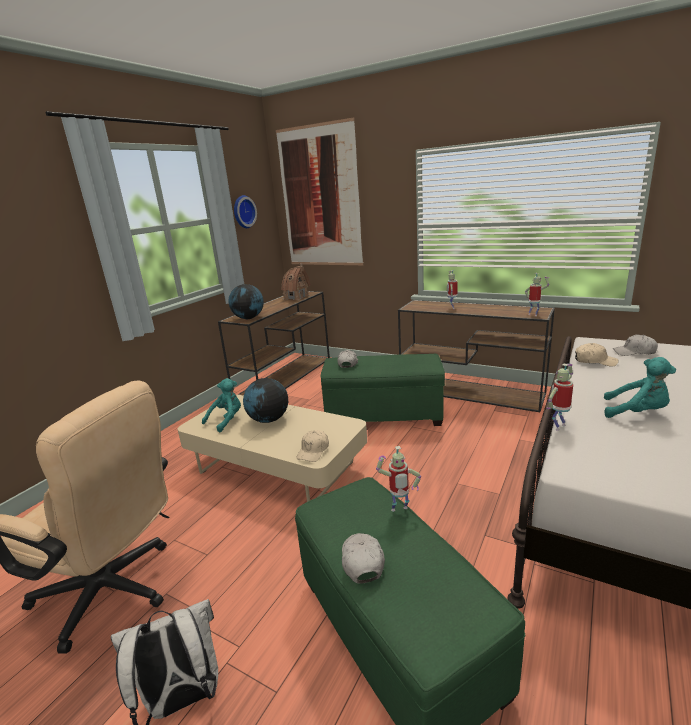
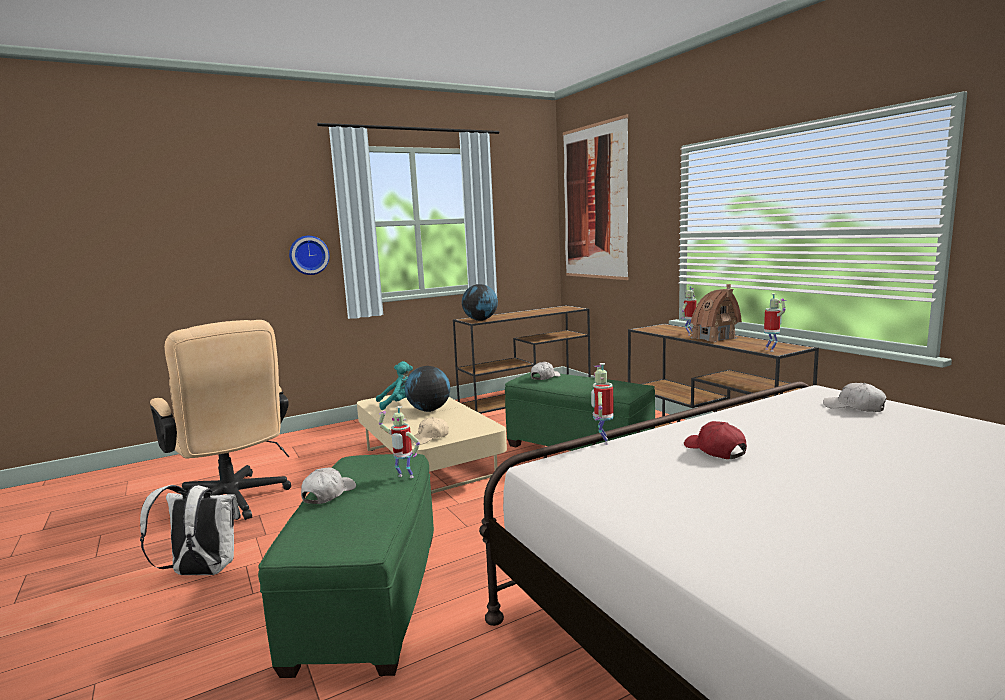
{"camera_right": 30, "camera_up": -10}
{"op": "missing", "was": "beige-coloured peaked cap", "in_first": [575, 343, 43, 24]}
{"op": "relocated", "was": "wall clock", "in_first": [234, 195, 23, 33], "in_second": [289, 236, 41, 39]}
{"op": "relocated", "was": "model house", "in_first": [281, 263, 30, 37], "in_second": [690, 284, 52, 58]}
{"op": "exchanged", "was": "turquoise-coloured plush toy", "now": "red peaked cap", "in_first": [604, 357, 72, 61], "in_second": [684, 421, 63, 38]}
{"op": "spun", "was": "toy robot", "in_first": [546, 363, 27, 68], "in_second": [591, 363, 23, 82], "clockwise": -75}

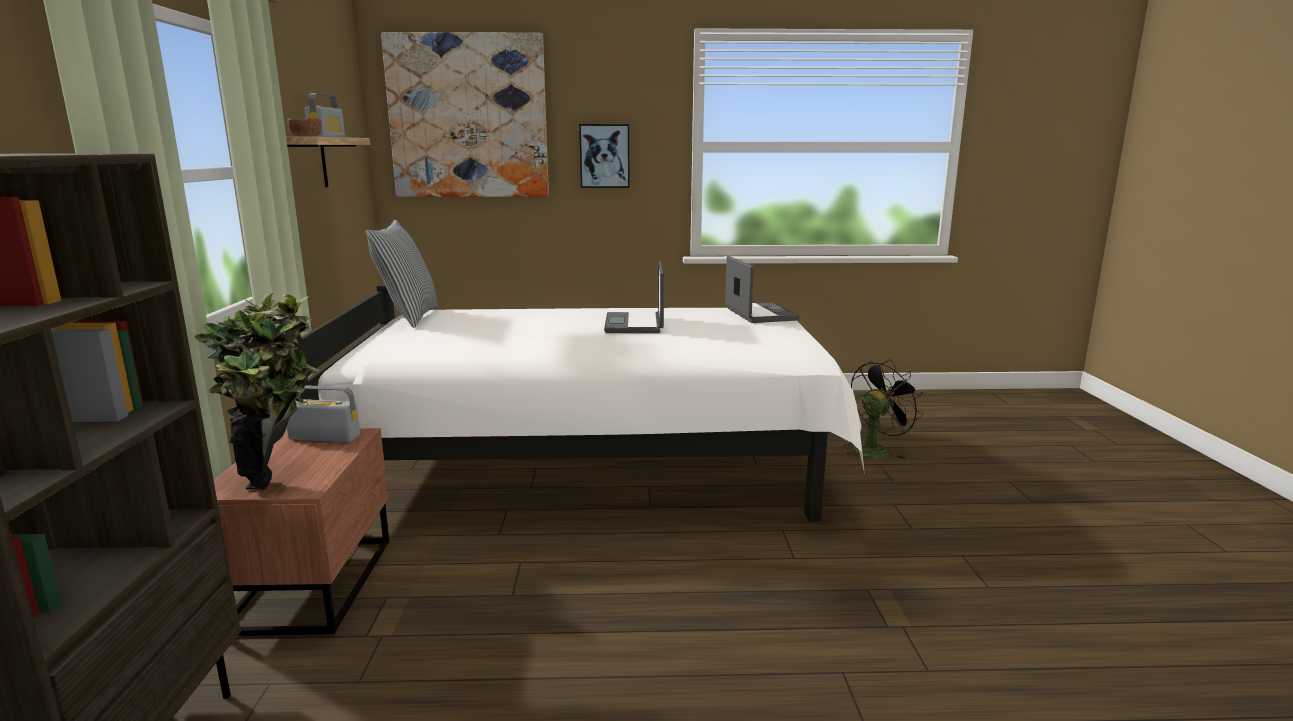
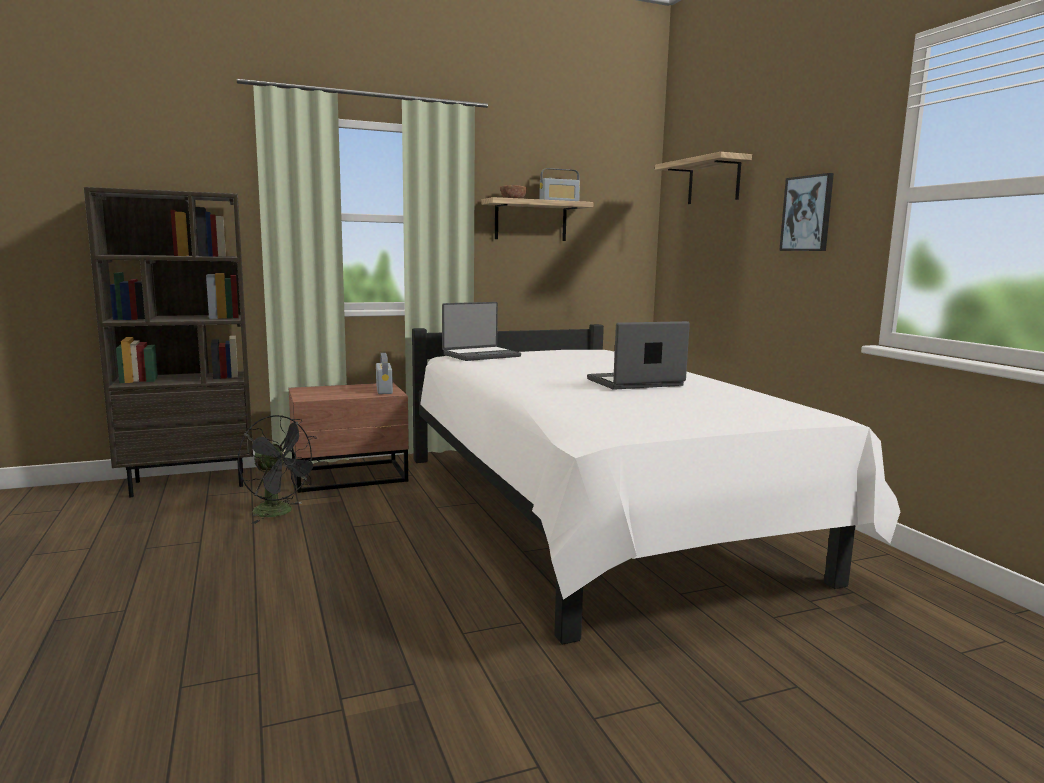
{"camera_right": 70, "camera_up": -5}
{"op": "missing", "was": "houseplant", "in_first": [194, 293, 126, 197]}
{"op": "missing", "was": "cushion", "in_first": [366, 220, 72, 108]}
{"op": "relocated", "was": "notebook computer", "in_first": [725, 256, 75, 67], "in_second": [442, 302, 79, 59]}
{"op": "relocated", "was": "black fan", "in_first": [842, 359, 81, 100], "in_second": [238, 415, 82, 109]}
{"op": "exchanged", "was": "picture", "now": "wall shelf", "in_first": [381, 32, 168, 165], "in_second": [655, 152, 97, 52]}

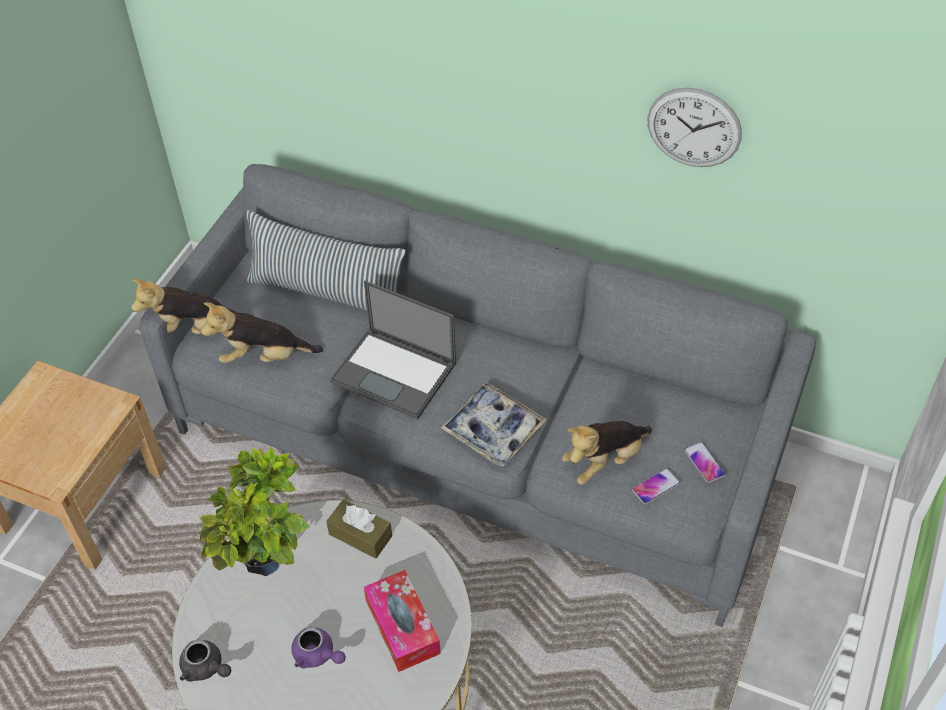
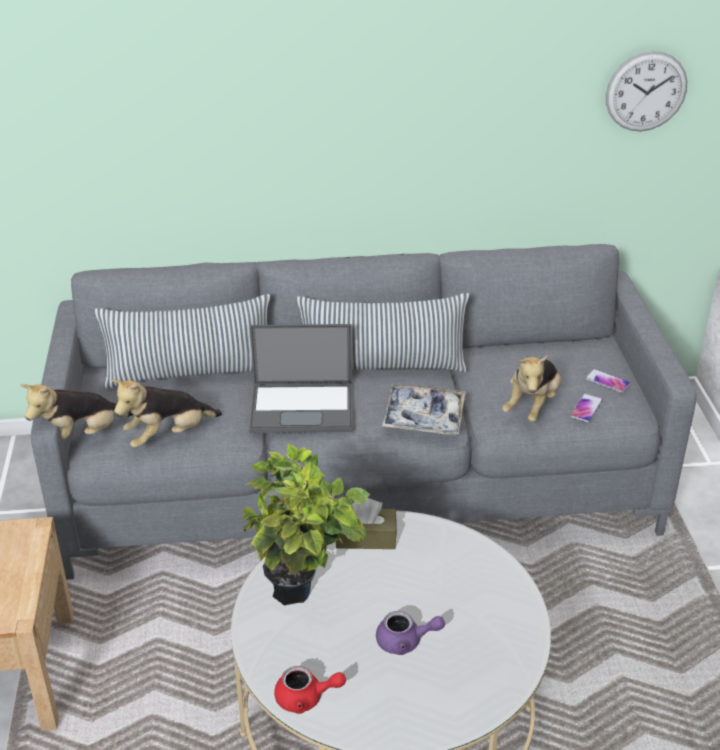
{"camera_right": -30, "camera_up": -15}
{"op": "missing", "was": "box of tissues", "in_first": [364, 570, 77, 102]}
{"op": "appeared", "now": "cushion", "in_second": [297, 293, 172, 79]}
{"op": "relocated", "was": "wall clock", "in_first": [647, 87, 95, 80], "in_second": [606, 51, 81, 80]}
{"op": "colour", "was": "greyish teapot", "now": "red teapot", "in_first": [179, 640, 52, 42], "in_second": [274, 666, 72, 48]}

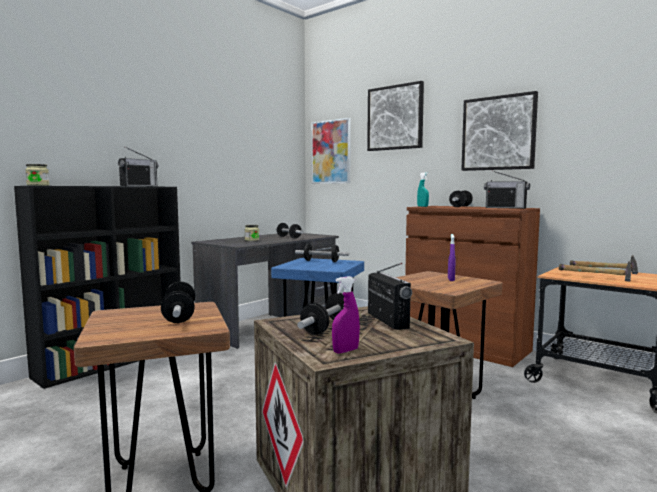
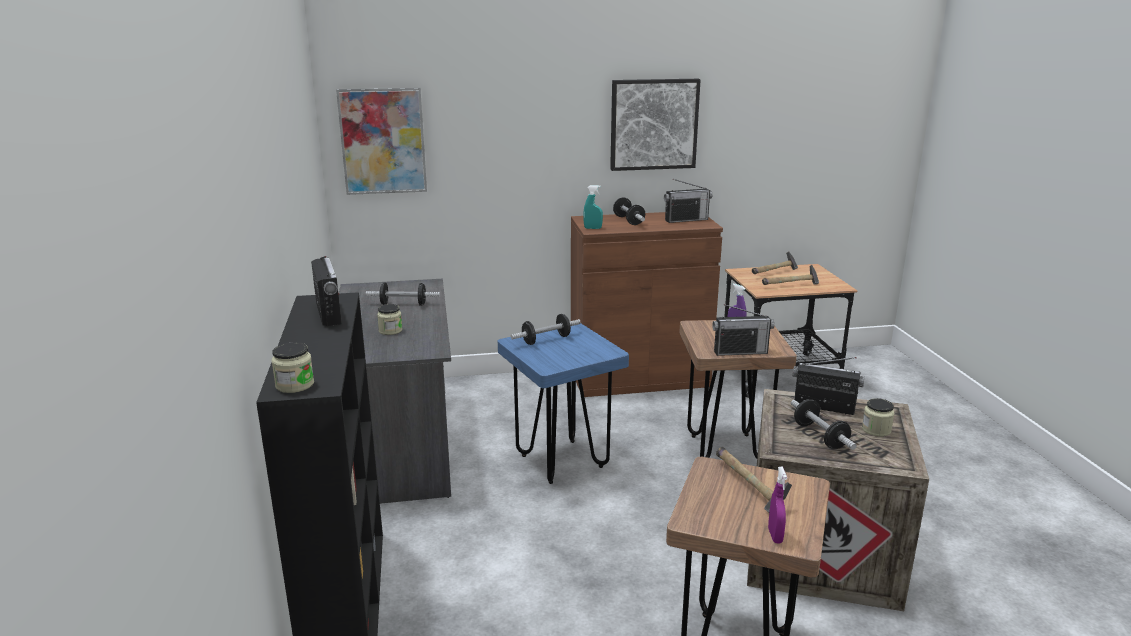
{"camera_right": -50, "camera_up": 15}
{"op": "missing", "was": "picture", "in_first": [367, 81, 57, 70]}
{"op": "appeared", "now": "radio", "in_second": [712, 304, 62, 52]}
{"op": "appeared", "now": "preserve jar", "in_second": [862, 398, 32, 39]}
{"op": "relocated", "was": "purple-coloured spray bottle", "in_first": [332, 276, 28, 78], "in_second": [768, 467, 19, 77]}
{"op": "exchanged", "was": "free weight", "now": "hammer", "in_first": [161, 281, 34, 42], "in_second": [716, 447, 76, 66]}

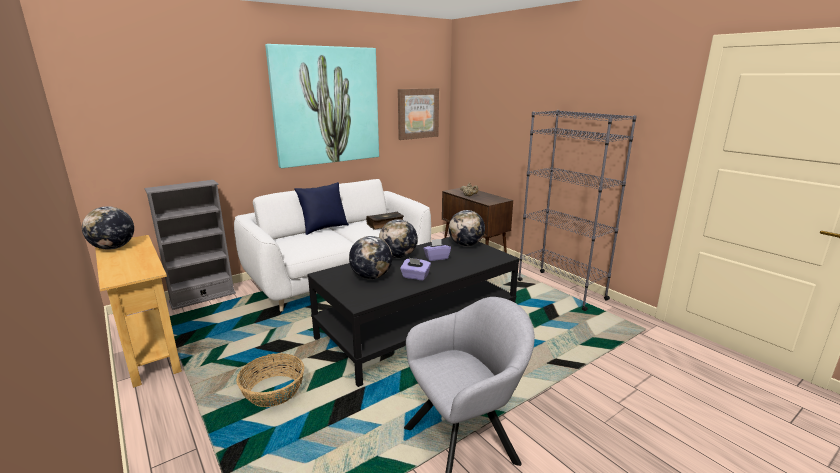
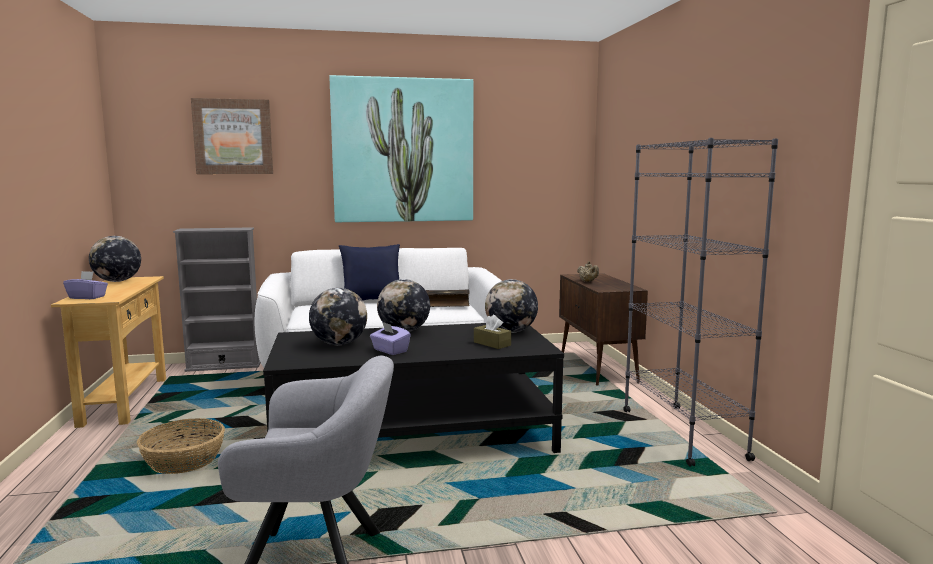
{"camera_right": 25, "camera_up": -10}
{"op": "appeared", "now": "brownish box of tissues", "in_second": [474, 315, 37, 34]}
{"op": "relocated", "was": "picture", "in_first": [398, 88, 41, 52], "in_second": [191, 98, 82, 76]}
{"op": "relocated", "was": "purple-coloured box of tissues", "in_first": [423, 239, 28, 22], "in_second": [63, 271, 45, 28]}

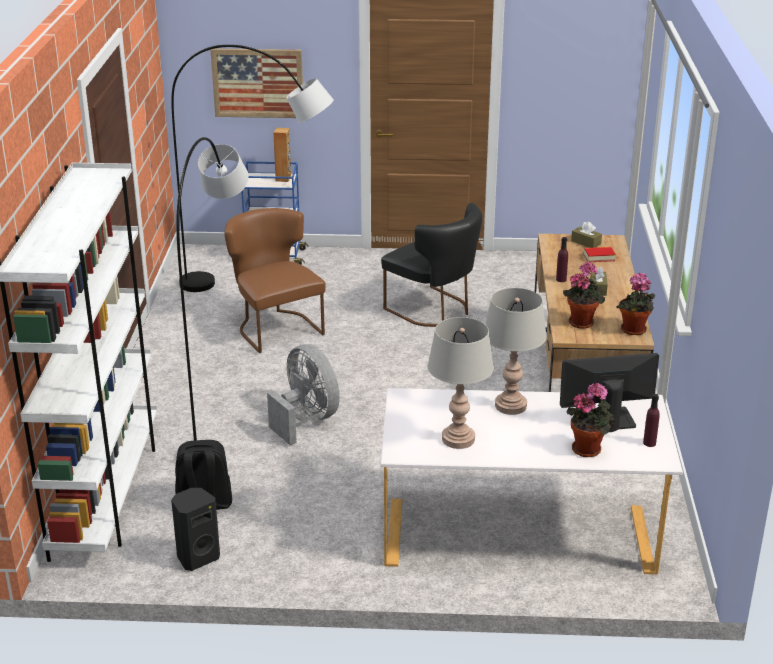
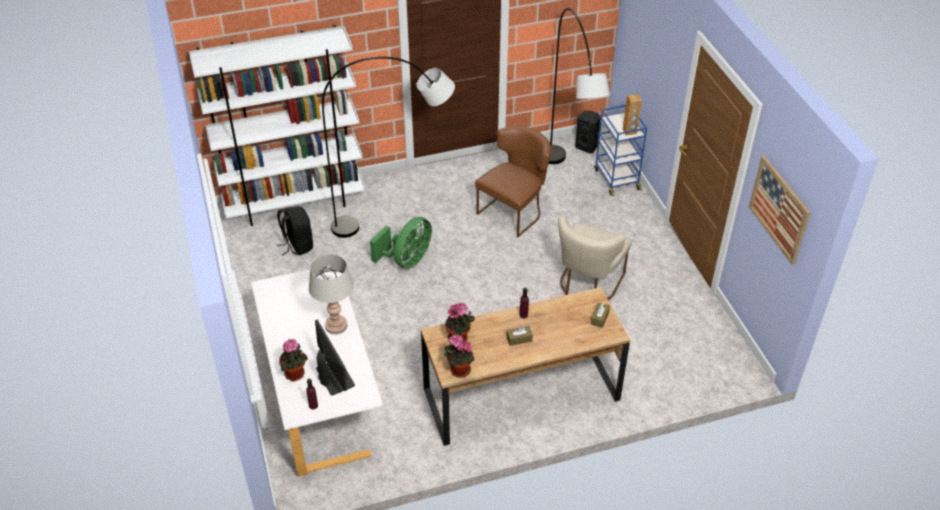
{"camera_right": 70, "camera_up": 15}
{"op": "missing", "was": "greyish lamp for a table", "in_first": [428, 317, 66, 132]}
{"op": "missing", "was": "volume", "in_first": [584, 247, 32, 15]}
{"op": "relocated", "was": "black audio speaker", "in_first": [171, 488, 49, 83], "in_second": [575, 110, 26, 44]}
{"op": "relocated", "was": "picture", "in_first": [211, 49, 92, 69], "in_second": [749, 155, 62, 110]}
{"op": "colour", "was": "greyish fan", "now": "green fan", "in_first": [267, 344, 73, 101], "in_second": [370, 217, 62, 52]}
{"op": "colour", "was": "black chair", "now": "beige-coloured chair", "in_first": [381, 203, 102, 124], "in_second": [558, 216, 74, 84]}

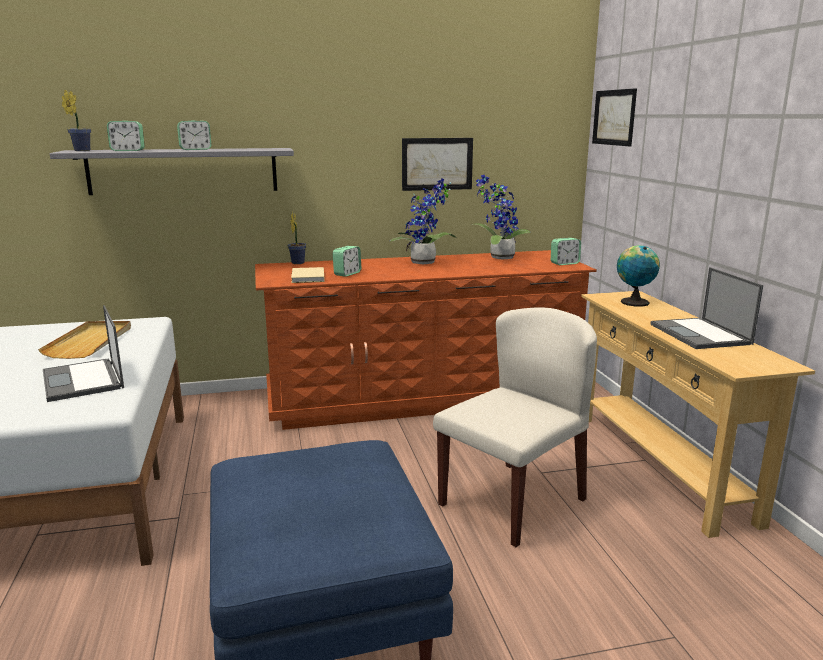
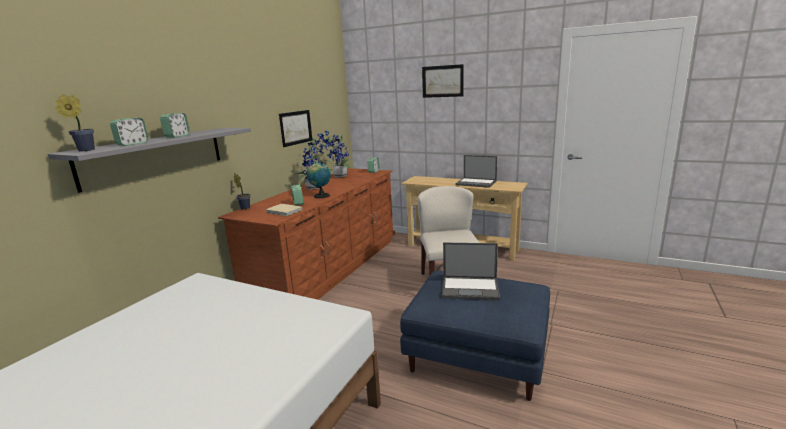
{"camera_right": -50, "camera_up": 0}
{"op": "missing", "was": "beige-coloured serving tray", "in_first": [38, 321, 93, 38]}
{"op": "relocated", "was": "notebook computer", "in_first": [43, 305, 81, 97], "in_second": [442, 243, 58, 57]}
{"op": "relocated", "was": "picture", "in_first": [592, 88, 45, 58], "in_second": [422, 64, 42, 34]}
{"op": "relocated", "was": "globe", "in_first": [617, 245, 43, 62], "in_second": [307, 163, 24, 35]}

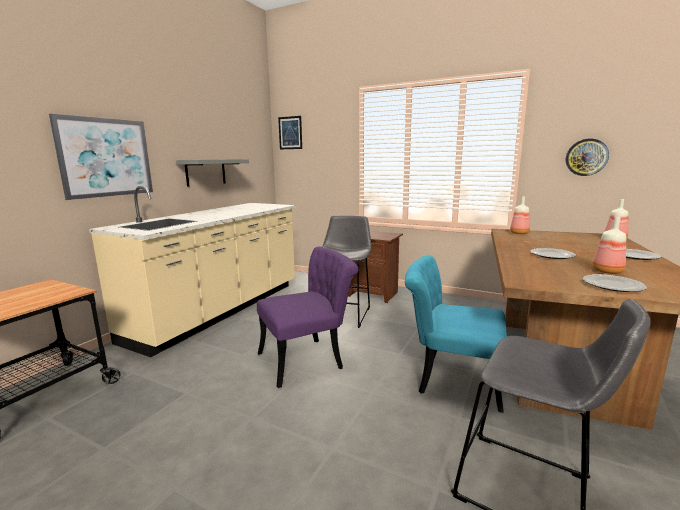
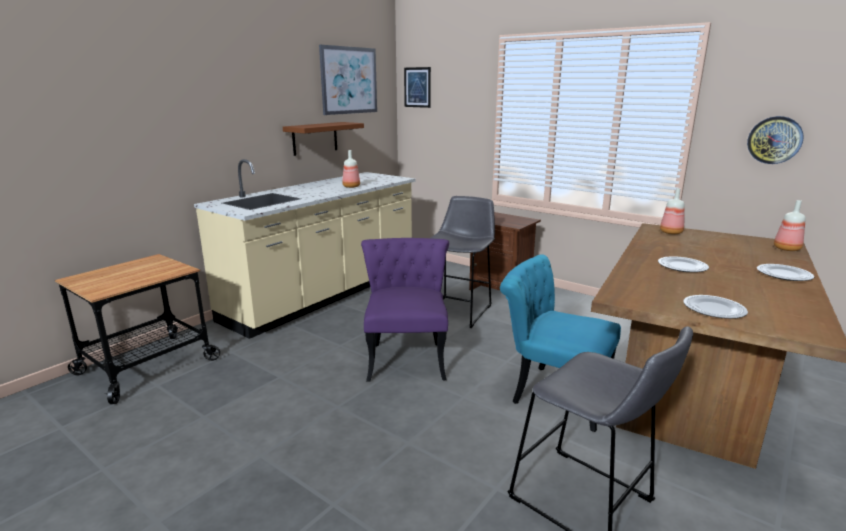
{"camera_right": 10, "camera_up": 5}
{"op": "relocated", "was": "picture", "in_first": [49, 114, 104, 86], "in_second": [319, 45, 58, 70]}
{"op": "relocated", "was": "beverage bottle", "in_first": [592, 216, 34, 58], "in_second": [342, 150, 18, 38]}
{"op": "colour", "was": "greyish wall shelf", "now": "brownish wall shelf", "in_first": [176, 159, 73, 28], "in_second": [283, 122, 81, 34]}
{"op": "spun", "was": "purple-coloured chair", "in_first": [257, 246, 102, 142], "in_second": [361, 238, 88, 144], "clockwise": -75}

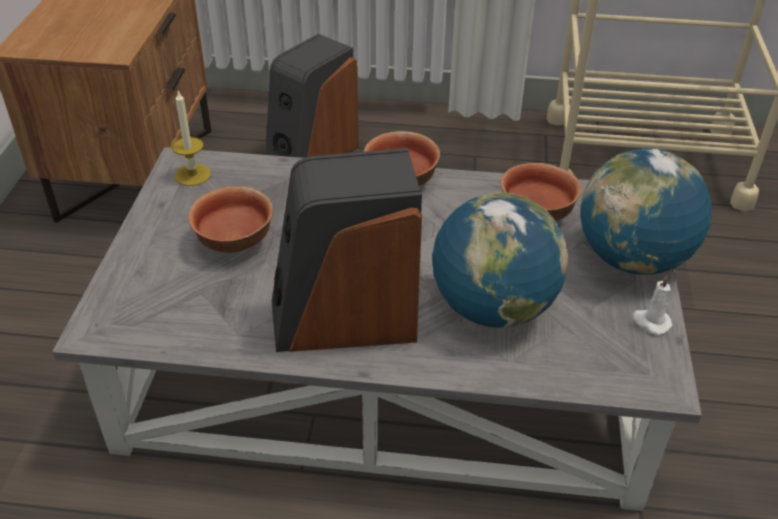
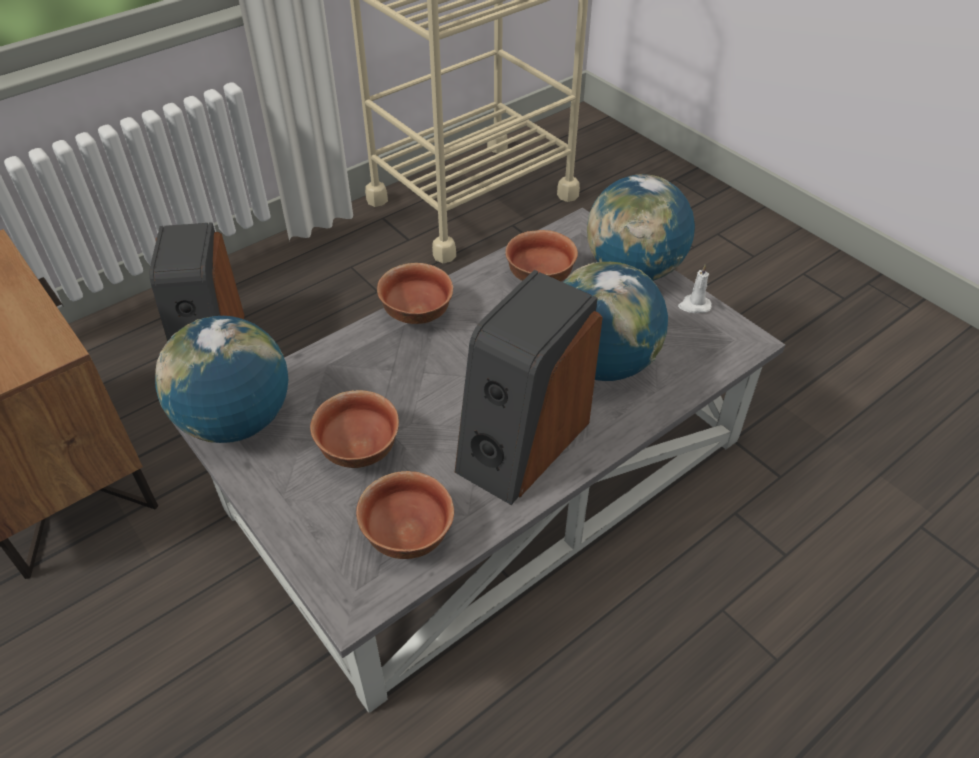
{"camera_right": -45, "camera_up": 5}
{"op": "appeared", "now": "bowl", "in_second": [356, 471, 98, 88]}
{"op": "exchanged", "was": "wax candle", "now": "globe", "in_first": [172, 91, 39, 95], "in_second": [155, 316, 133, 127]}

